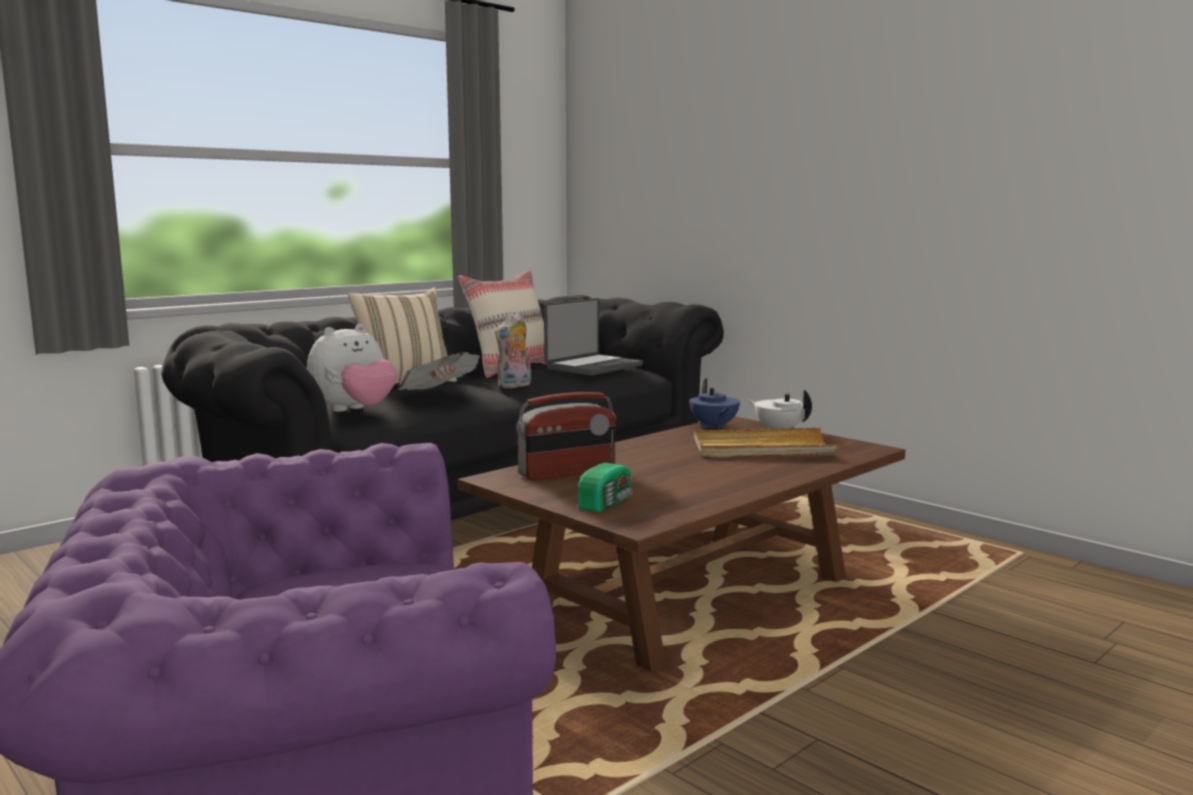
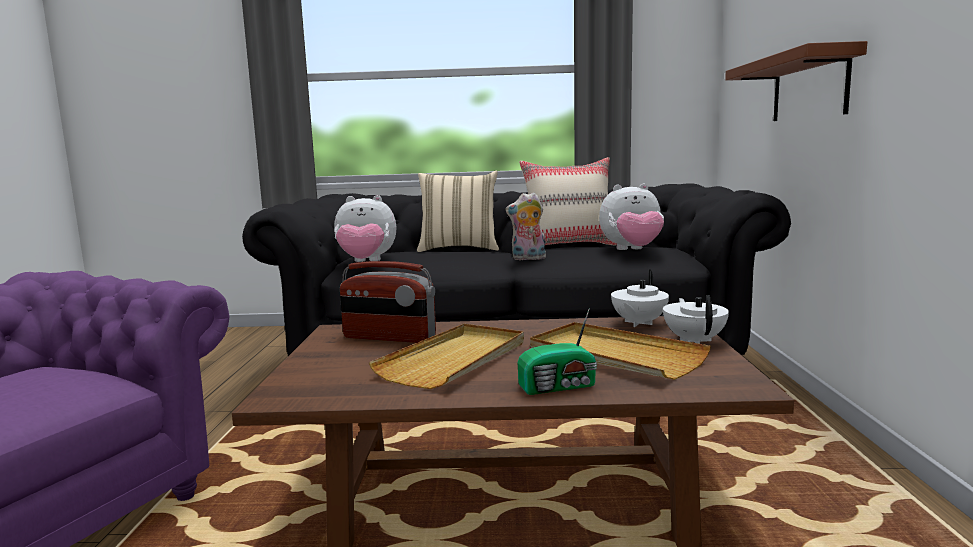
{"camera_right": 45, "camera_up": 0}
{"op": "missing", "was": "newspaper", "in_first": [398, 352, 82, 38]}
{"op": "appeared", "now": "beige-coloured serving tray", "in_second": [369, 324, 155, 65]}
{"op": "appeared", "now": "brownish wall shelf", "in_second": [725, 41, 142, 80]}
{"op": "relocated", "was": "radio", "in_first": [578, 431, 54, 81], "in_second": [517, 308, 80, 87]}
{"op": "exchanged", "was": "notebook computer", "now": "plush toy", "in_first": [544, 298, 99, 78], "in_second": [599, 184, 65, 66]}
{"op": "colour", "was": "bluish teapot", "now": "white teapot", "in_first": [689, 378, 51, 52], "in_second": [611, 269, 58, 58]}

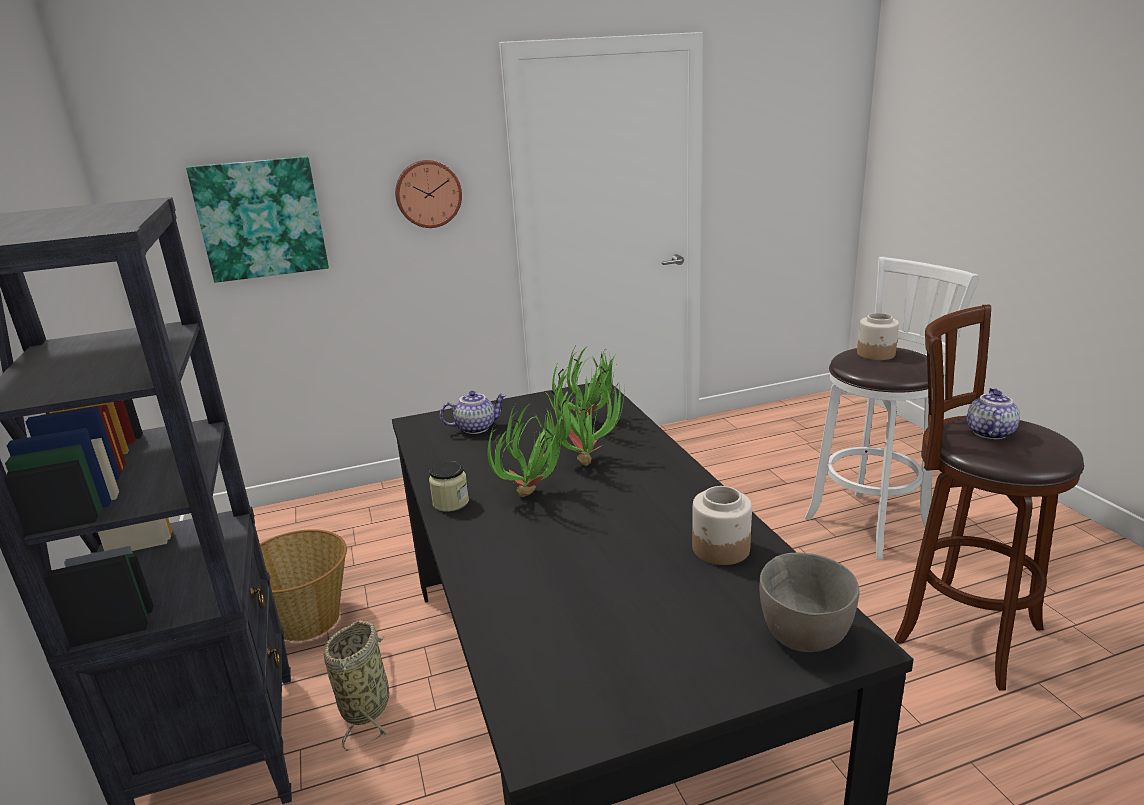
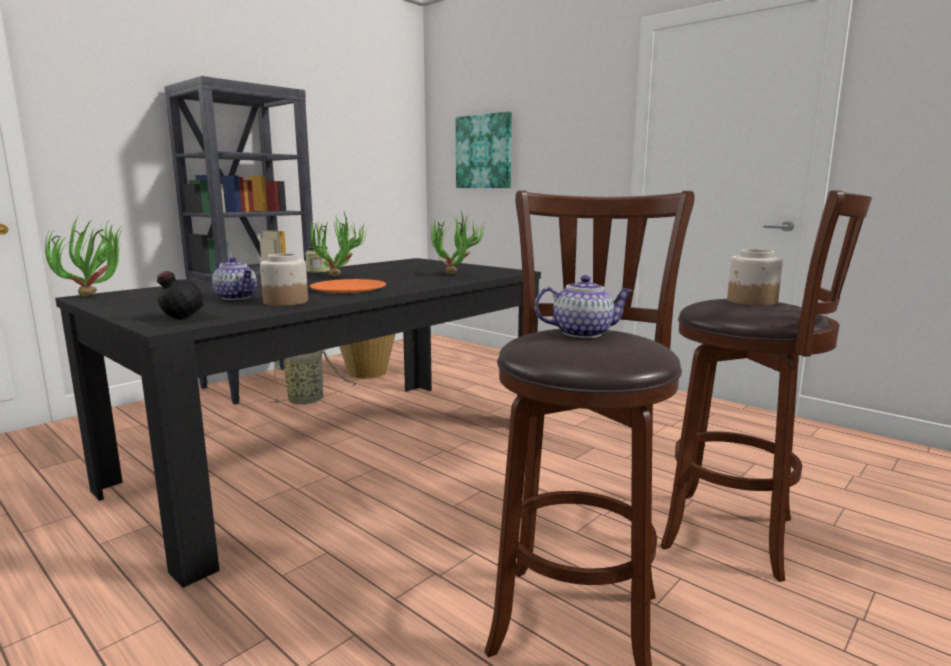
{"camera_right": 60, "camera_up": -10}
{"op": "missing", "was": "wall clock", "in_first": [395, 160, 67, 68]}
{"op": "appeared", "now": "orange-coloured flat dish", "in_second": [310, 279, 76, 14]}
{"op": "relocated", "was": "teapot", "in_first": [440, 391, 66, 43], "in_second": [212, 257, 45, 43]}
{"op": "relocated", "was": "houseplant", "in_first": [545, 374, 80, 92], "in_second": [45, 214, 78, 83]}
{"op": "exchanged", "was": "greyish bowl", "now": "black beverage bottle", "in_first": [759, 553, 100, 99], "in_second": [137, 271, 86, 57]}
{"op": "colour", "was": "white sitting stool", "now": "brownish sitting stool", "in_first": [805, 257, 174, 303], "in_second": [660, 191, 212, 391]}

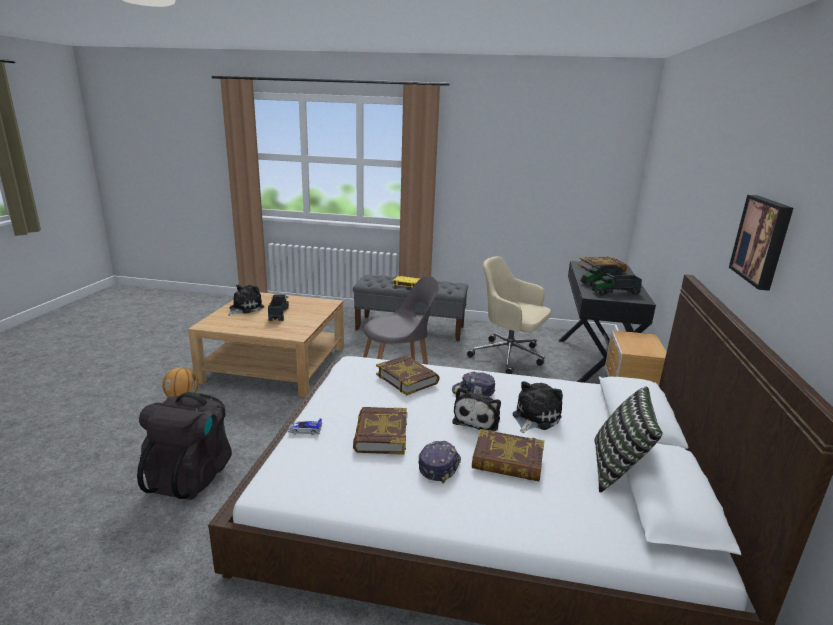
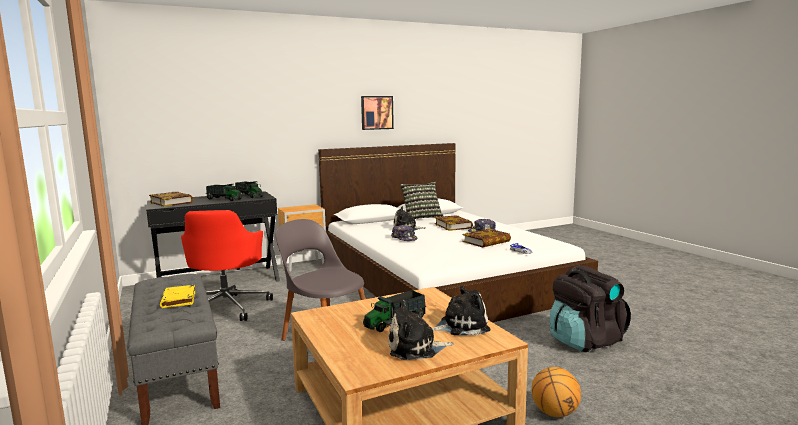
{"camera_right": -125, "camera_up": -10}
{"op": "missing", "was": "volume", "in_first": [376, 356, 64, 39]}
{"op": "relocated", "was": "plush toy", "in_first": [452, 387, 49, 44], "in_second": [432, 286, 58, 49]}
{"op": "colour", "was": "beige-coloured desk chair", "now": "red desk chair", "in_first": [467, 256, 84, 118], "in_second": [181, 210, 92, 111]}

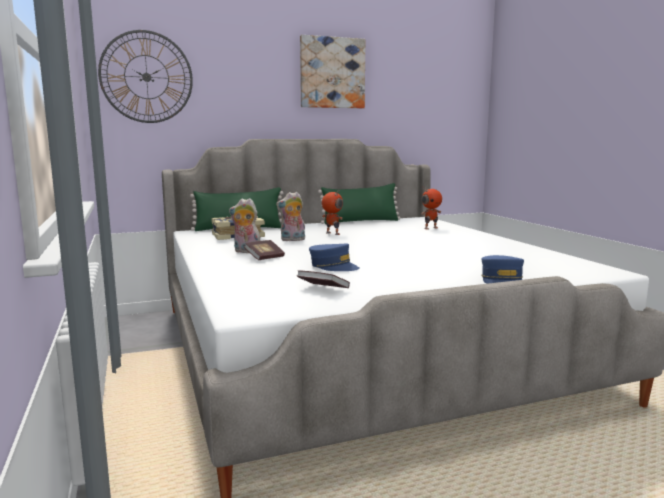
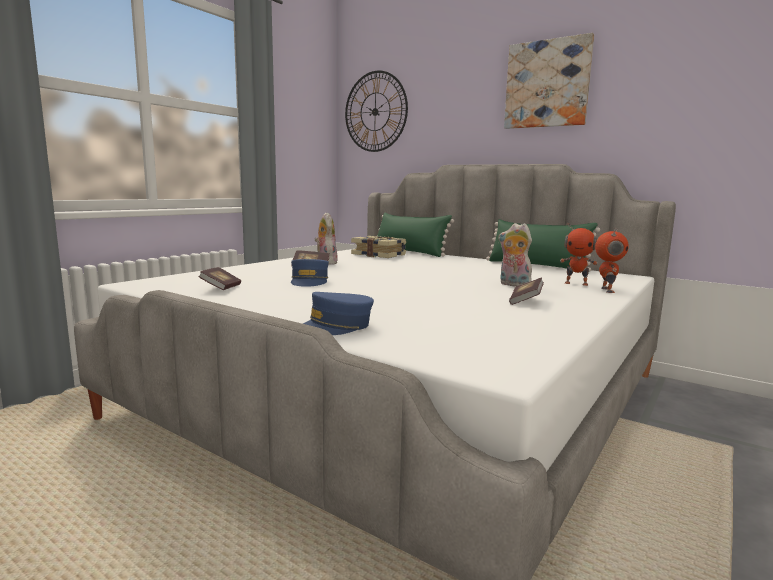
{"camera_right": 55, "camera_up": 0}
{"op": "appeared", "now": "volume", "in_second": [509, 277, 35, 28]}
{"op": "relocated", "was": "plush toy", "in_first": [276, 192, 29, 49], "in_second": [498, 223, 34, 64]}
{"op": "relocated", "was": "toy robot", "in_first": [322, 189, 21, 46], "in_second": [595, 227, 34, 66]}

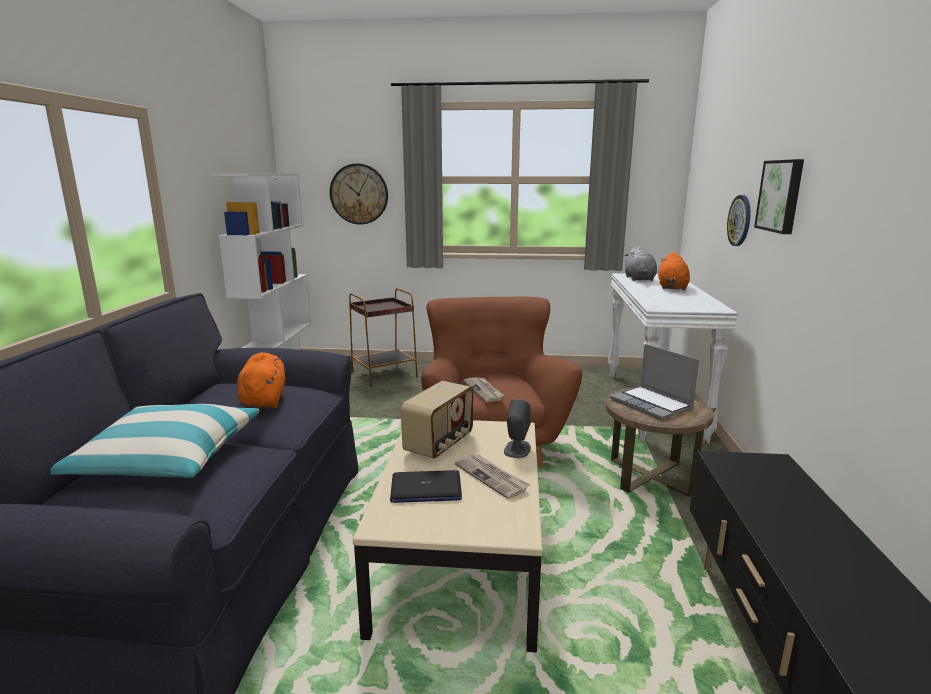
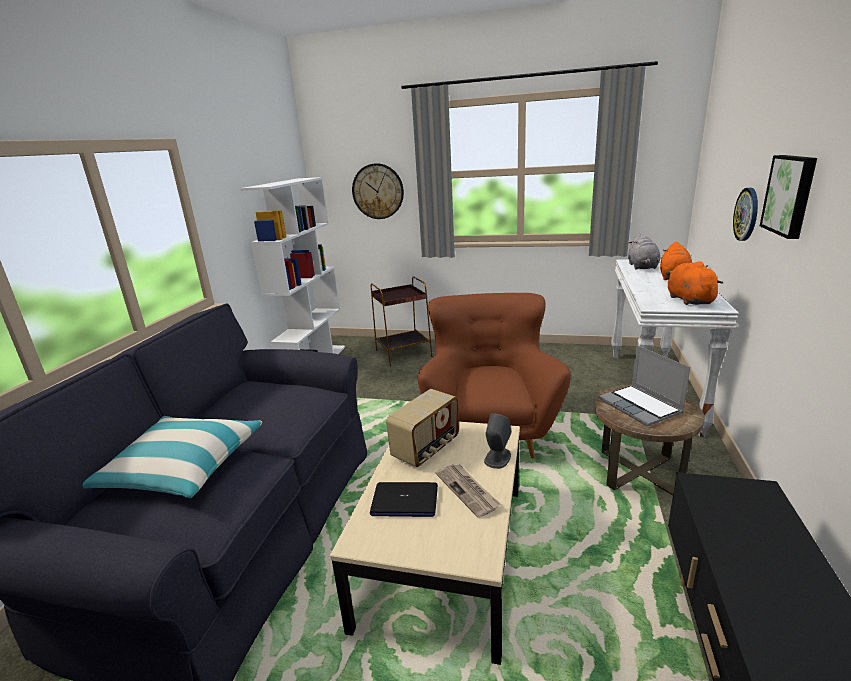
{"camera_right": 10, "camera_up": 5}
{"op": "missing", "was": "newspaper", "in_first": [464, 377, 40, 25]}
{"op": "relocated", "was": "orange-coloured plush toy", "in_first": [237, 352, 48, 57], "in_second": [668, 261, 56, 44]}

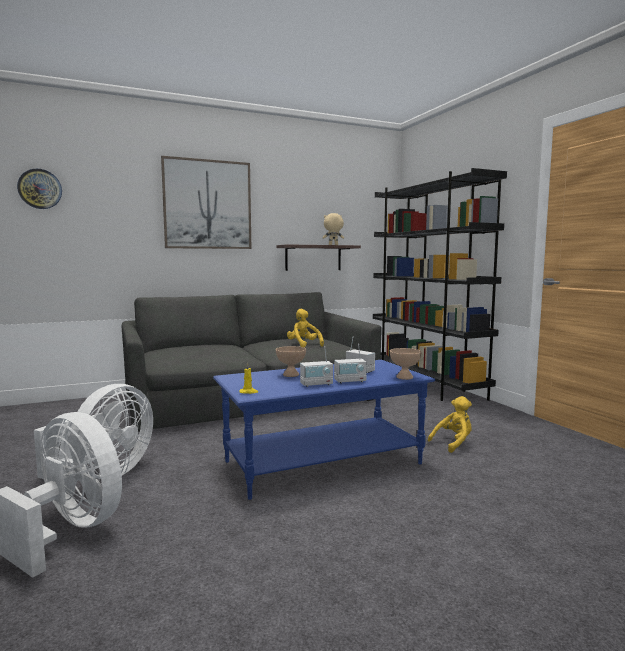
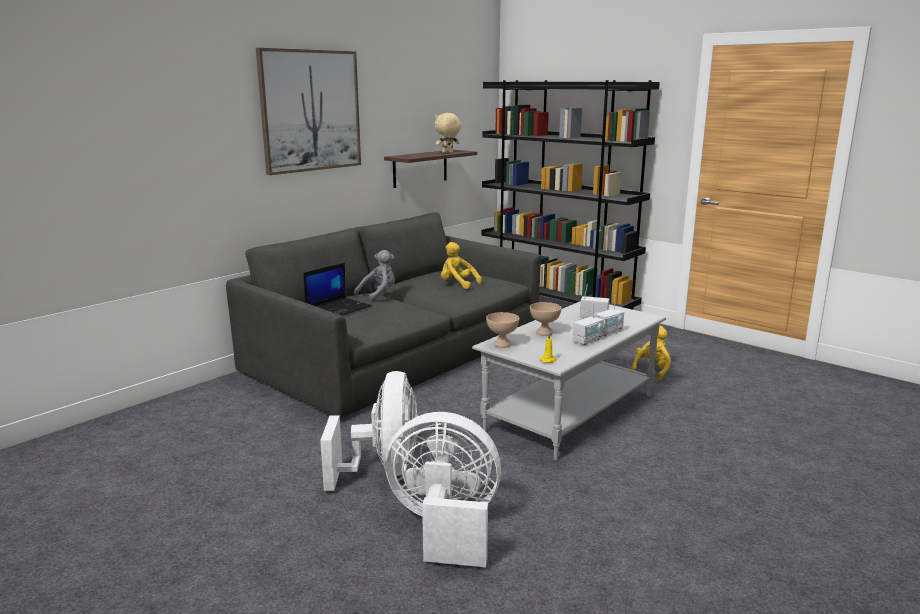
{"camera_right": -25, "camera_up": 10}
{"op": "missing", "was": "wall clock", "in_first": [17, 169, 45, 40]}
{"op": "appeared", "now": "notebook computer", "in_second": [303, 263, 69, 53]}
{"op": "appeared", "now": "greyish plush toy", "in_second": [354, 250, 41, 52]}
{"op": "relocated", "was": "beige-coloured bowl", "in_first": [390, 348, 32, 32], "in_second": [486, 312, 33, 36]}
{"op": "colour", "was": "bluish coffee table", "now": "greyish coffee table", "in_first": [213, 360, 222, 140], "in_second": [472, 301, 194, 160]}

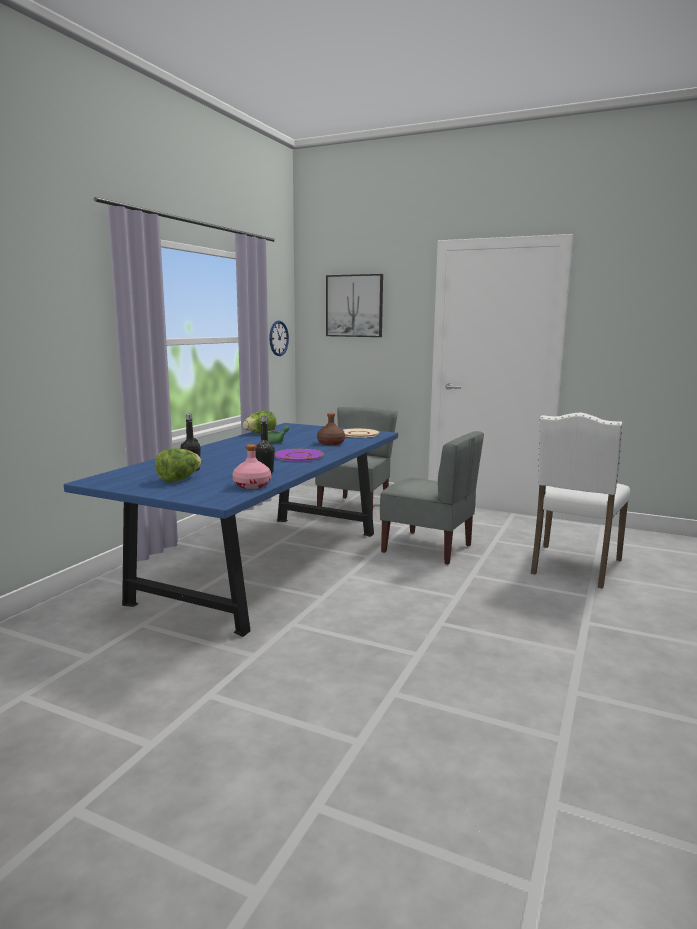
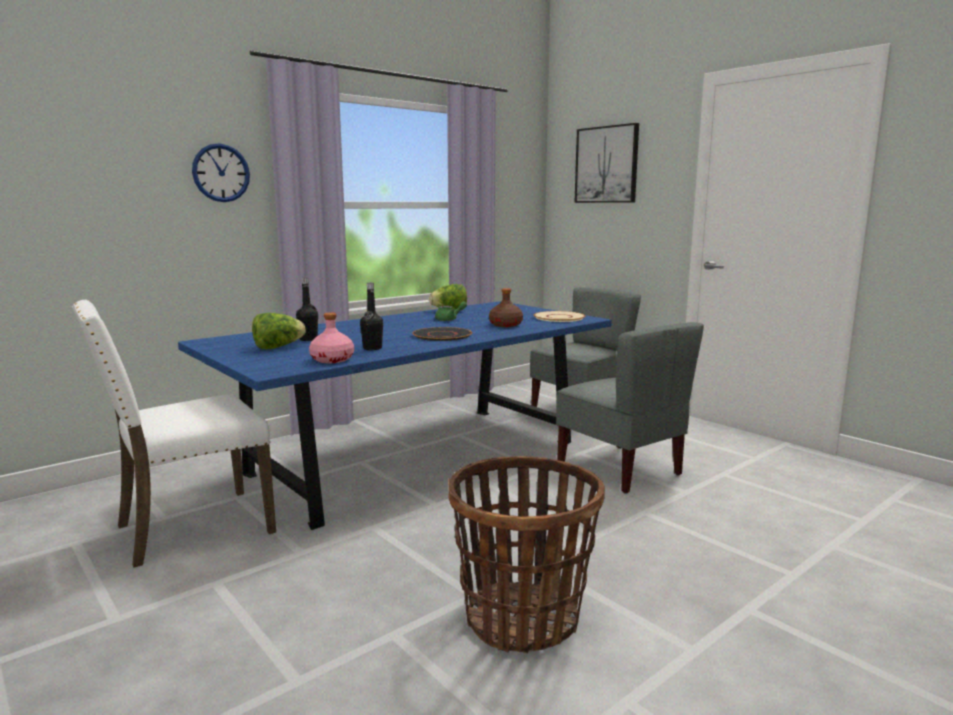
{"camera_right": 25, "camera_up": 0}
{"op": "appeared", "now": "household basket", "in_second": [448, 456, 157, 197]}
{"op": "relocated", "was": "wall clock", "in_first": [269, 320, 20, 36], "in_second": [192, 143, 58, 59]}
{"op": "relocated", "was": "white chair", "in_first": [531, 413, 99, 176], "in_second": [72, 300, 204, 268]}
{"op": "colour", "was": "purple-coloured flat dish", "now": "black flat dish", "in_first": [274, 449, 50, 12], "in_second": [412, 327, 60, 14]}

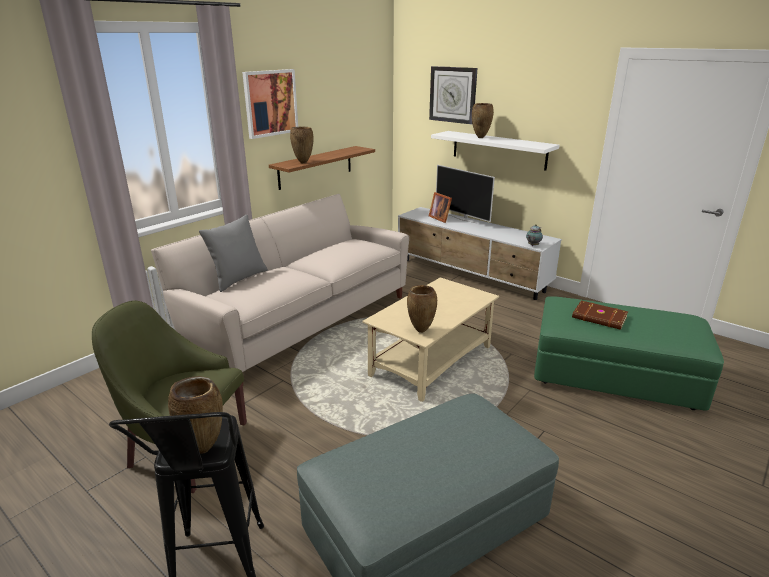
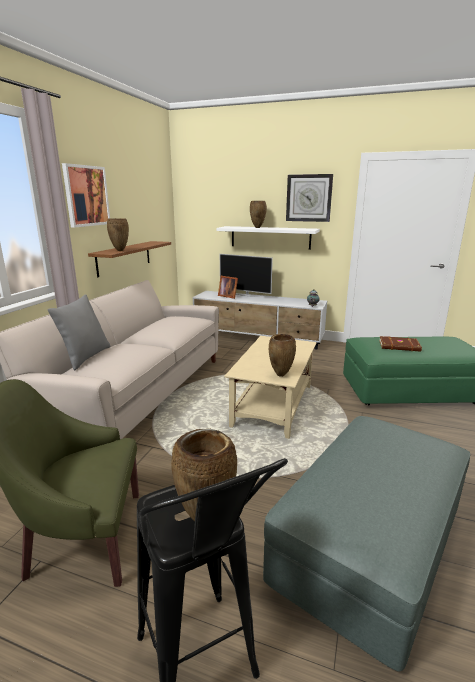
{"camera_right": -20, "camera_up": -5}
{"op": "relocated", "was": "wall clock", "in_first": [429, 66, 48, 58], "in_second": [286, 174, 47, 48]}

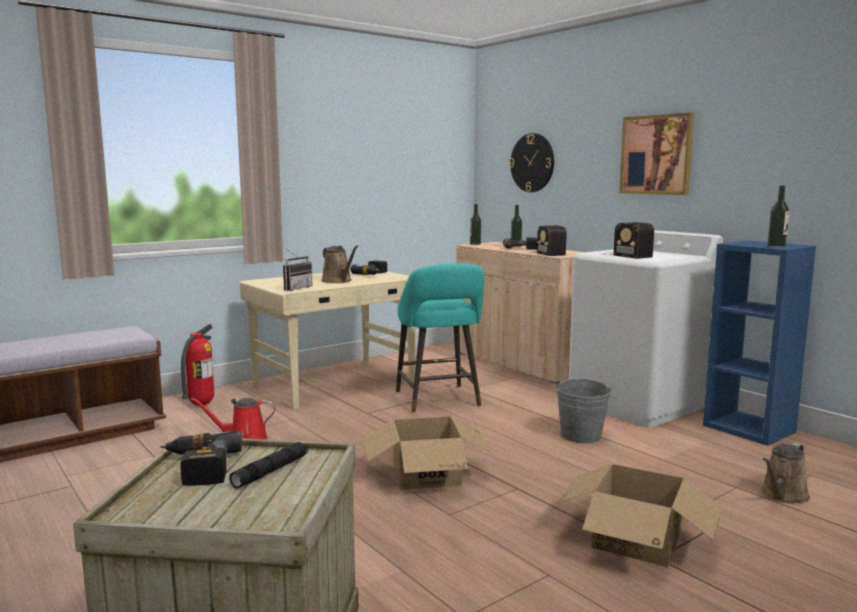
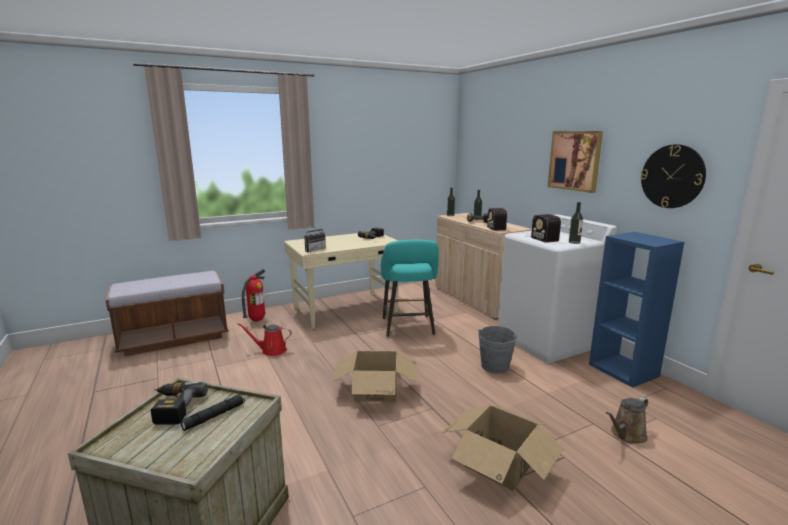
{"camera_right": 10, "camera_up": 5}
{"op": "missing", "was": "brownish watering pot", "in_first": [321, 245, 37, 38]}
{"op": "relocated", "was": "wall clock", "in_first": [509, 133, 45, 59], "in_second": [640, 144, 66, 64]}
{"op": "relocated", "was": "beverage bottle", "in_first": [767, 186, 22, 62], "in_second": [569, 202, 14, 42]}

